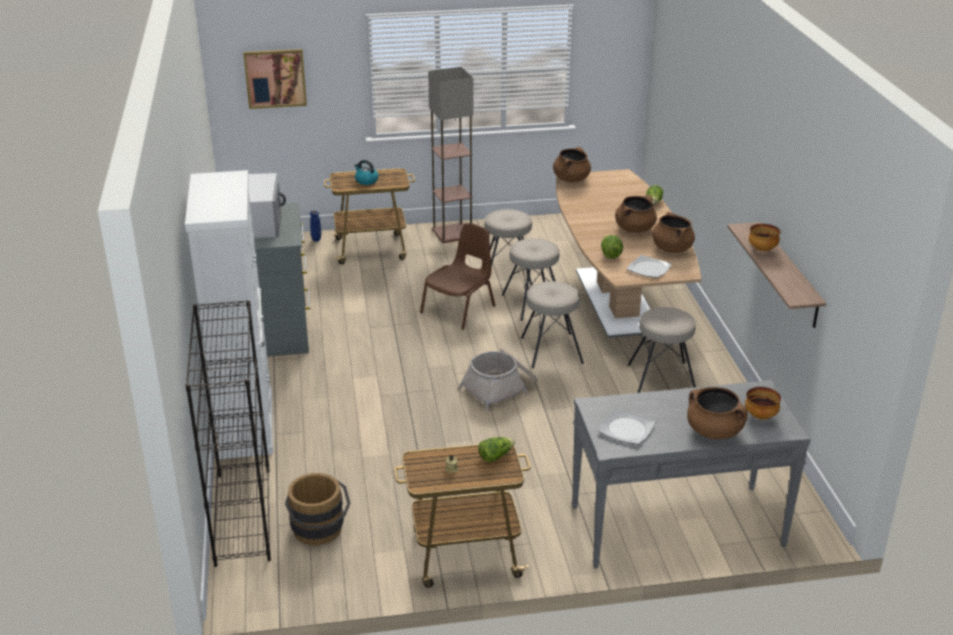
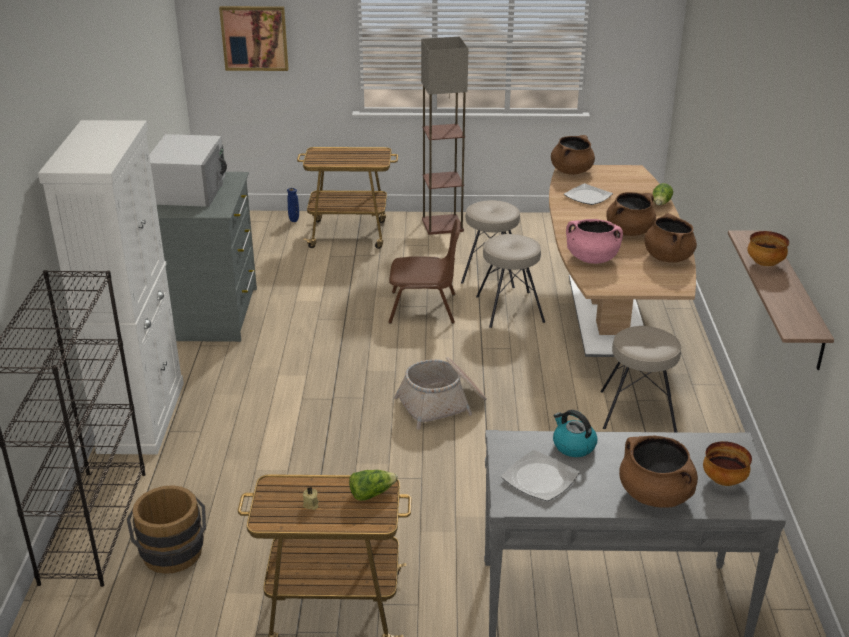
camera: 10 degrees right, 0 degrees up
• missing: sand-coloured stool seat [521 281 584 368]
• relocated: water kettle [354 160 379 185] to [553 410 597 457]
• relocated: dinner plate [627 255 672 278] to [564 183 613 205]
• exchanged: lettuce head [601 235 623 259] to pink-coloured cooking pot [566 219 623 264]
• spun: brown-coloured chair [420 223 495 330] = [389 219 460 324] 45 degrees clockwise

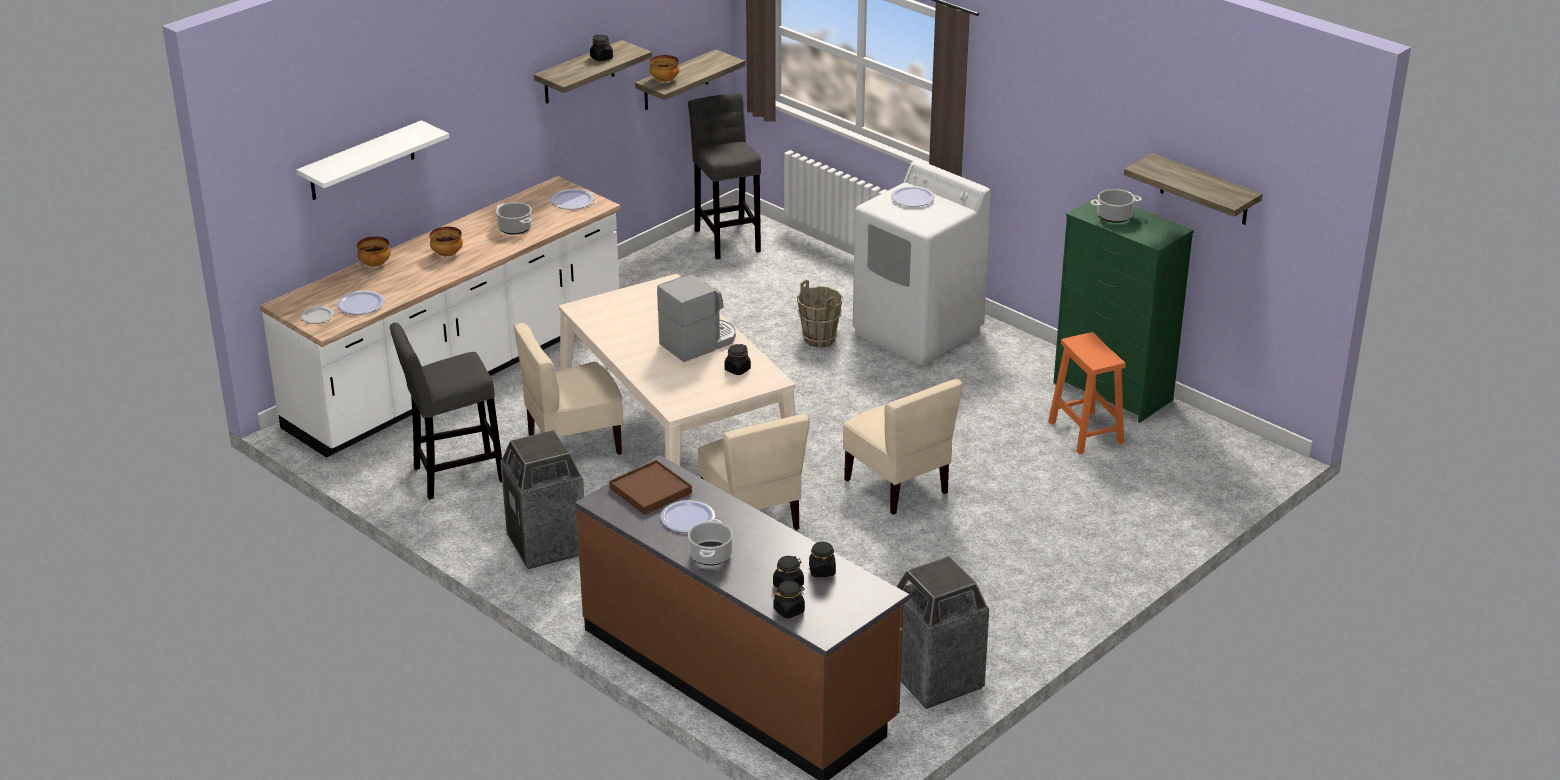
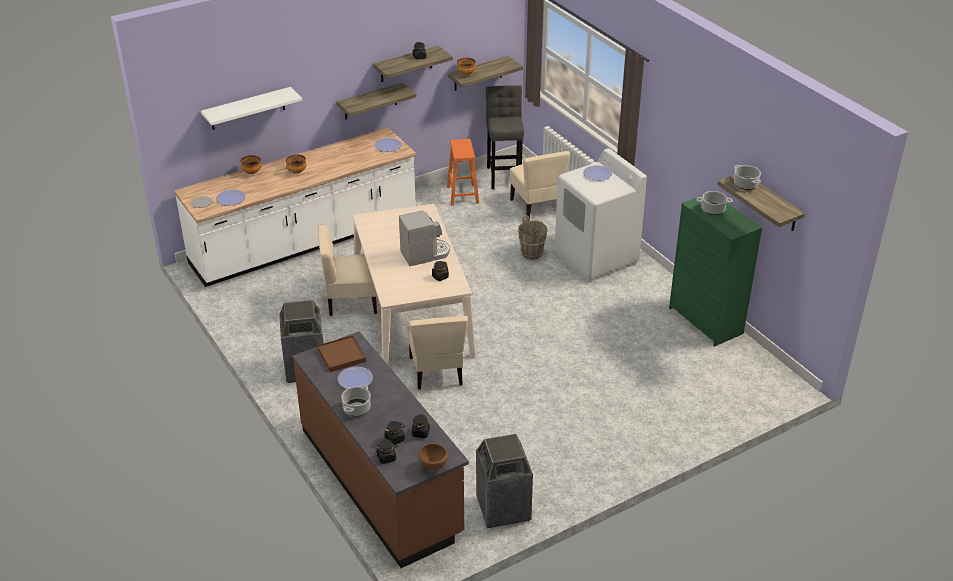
camera: 15 degrees right, 5 degrees up
• missing: greyish stool seat [390 323 502 500]
• appeared: wall shelf [336 83 417 119]
• appeared: brown-coloured deep dish [419 444 448 470]
• relocated: cooking pot [496 202 532 235] to [734 165 761 190]
• relocated: sand-coloured chair [843 379 963 515] to [510 151 570 219]
• relocated: orange stool seat [1048 332 1126 454] to [447 139 479 205]

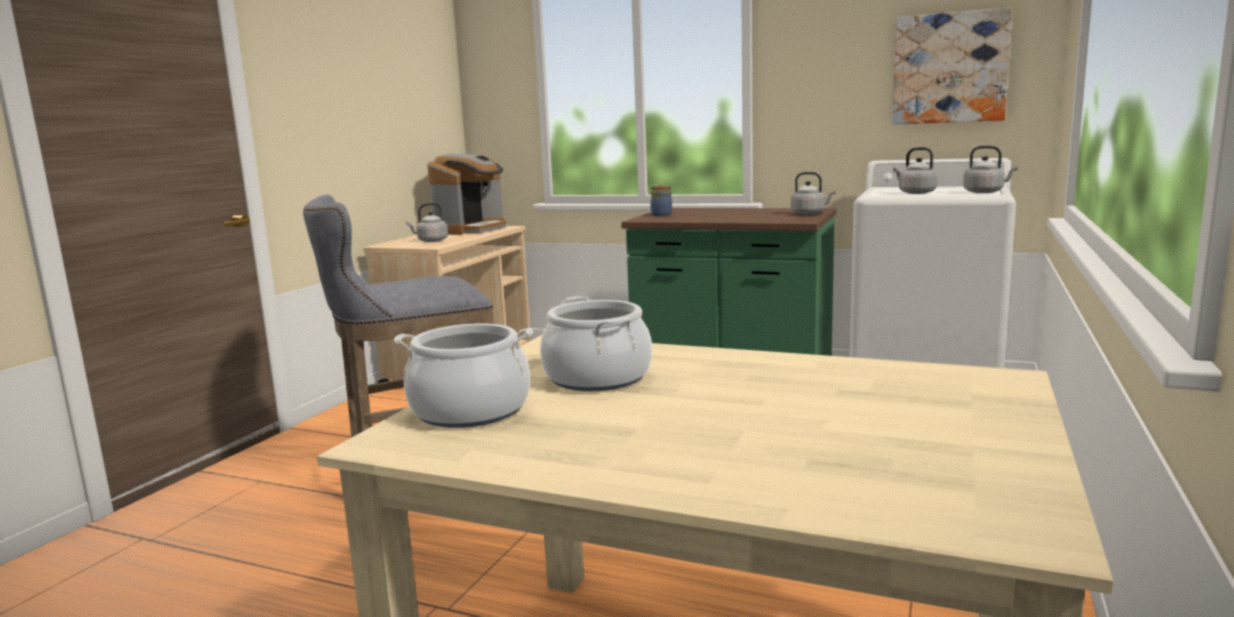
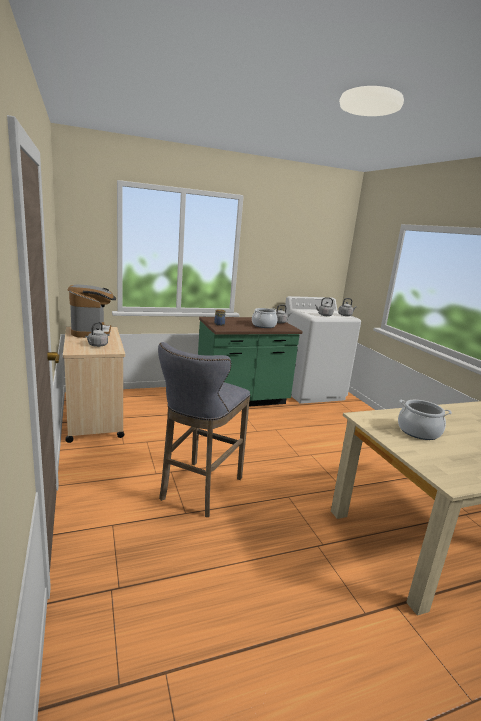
camera: 45 degrees left, 5 degrees up
• missing: wall picture [892 7 1012 124]
• relocated: cooking pot [394 323 533 428] to [252 308 277 328]

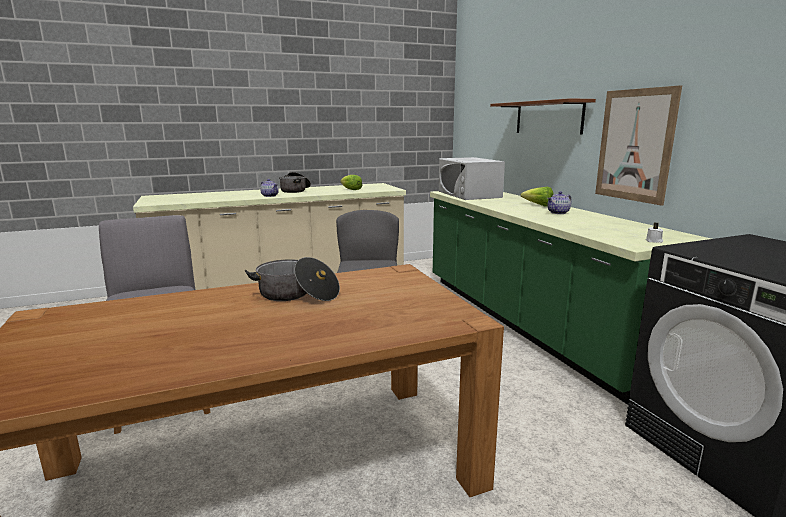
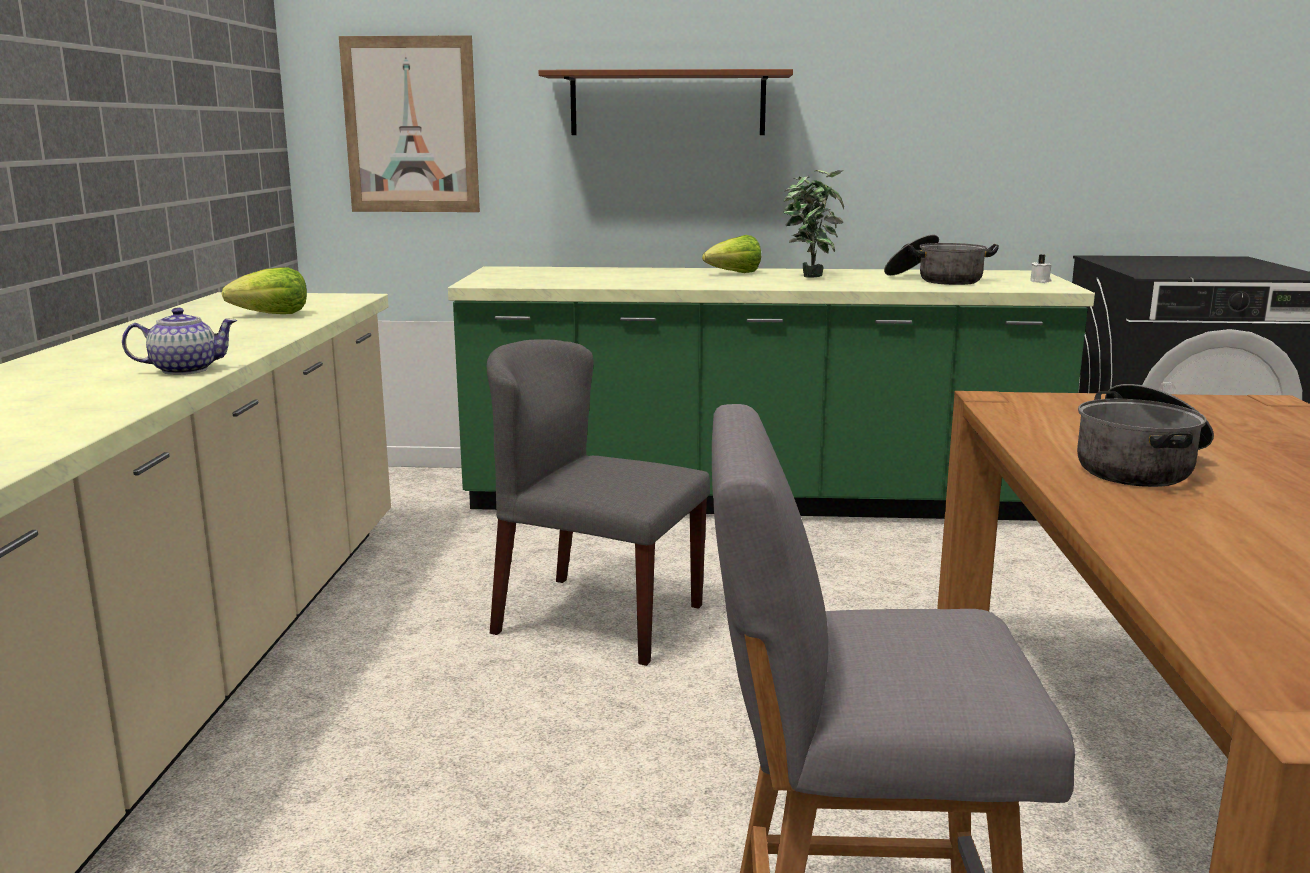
camera: 65 degrees left, 0 degrees up
• missing: white-coloured microwave [439 157 505 200]
• relocated: cooking pot [279 172 311 193] to [884 235 999 285]
• relocated: wall picture [595 85 682 206] to [339 35 480 212]
• exchanged: teapot [547 191 572 214] to potted plant [783 170 844 278]

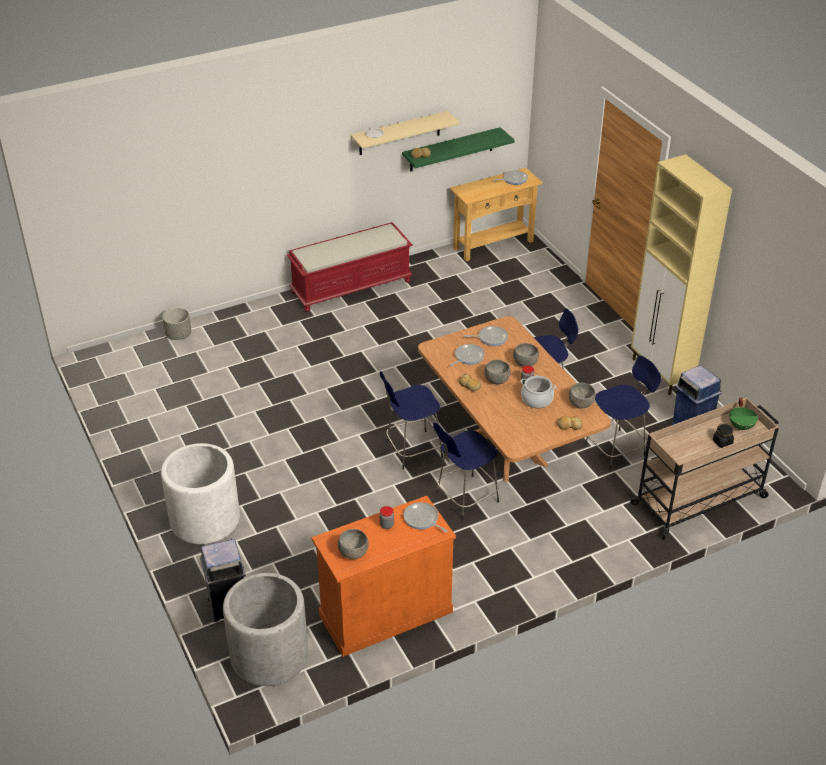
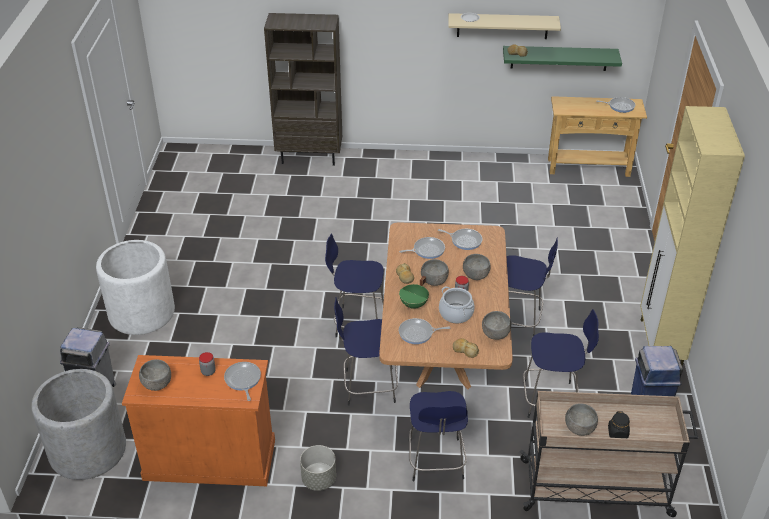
camera: 30 degrees right, 0 degrees up
• missing: red bench [287 222 413 312]
• appeared: brown-coloured shelving unit [264 13 342 166]
• appeared: skillet [399 318 450 344]
• appeared: bluish stool seat [409 391 468 482]
• appeared: greyish deep dish [565 403 598 436]
• relocated: greyish plant pot [163 308 192 340] to [300 445 336 491]
• relocated: greenish cooking pot [729 398 758 431] to [399 276 429 309]

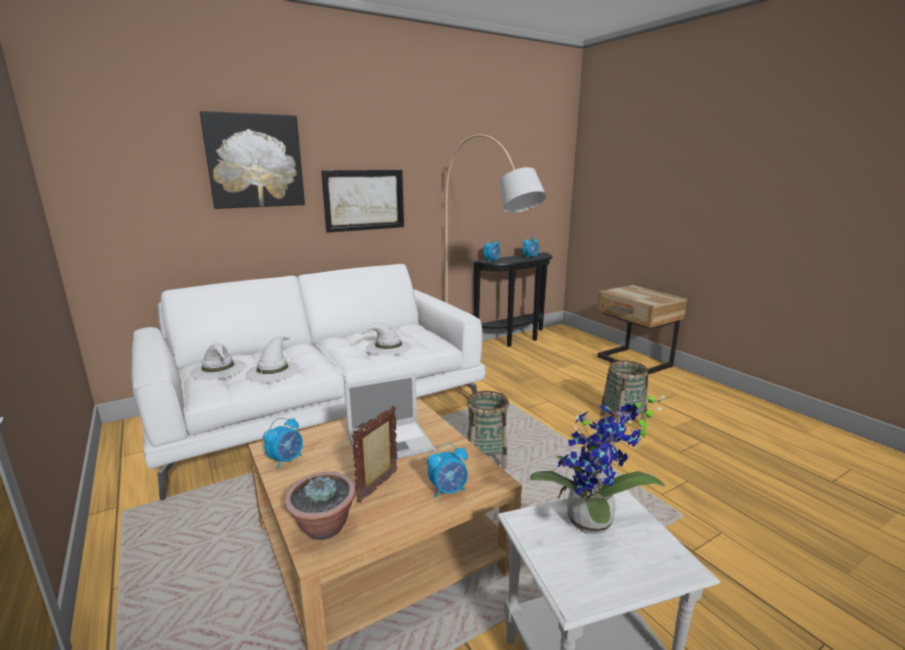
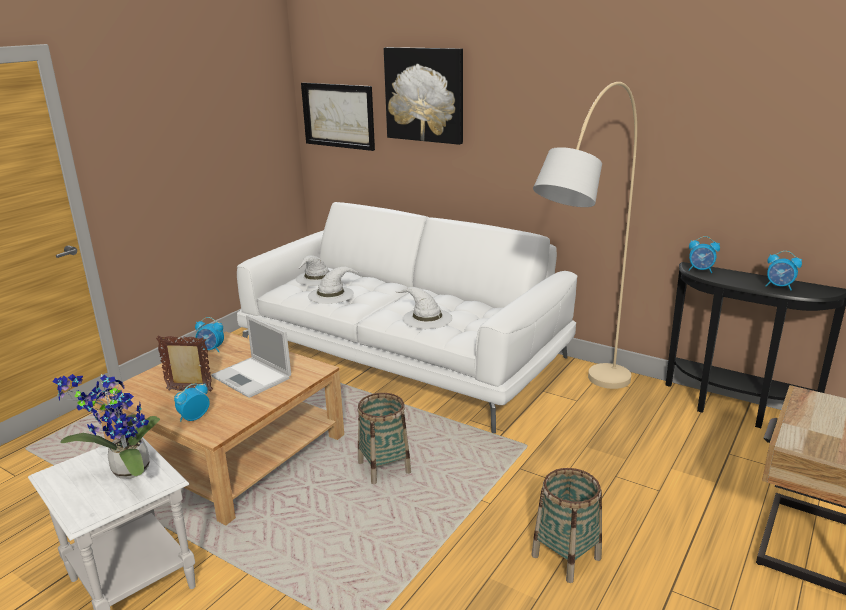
camera: 65 degrees right, 5 degrees up
• missing: potted plant [285 472 356 540]
• relocated: wall picture [321 170 404 233] to [301 83 375 151]
• spun: alarm clock [427 443 468 498] = [174 383 210 421] 90 degrees clockwise

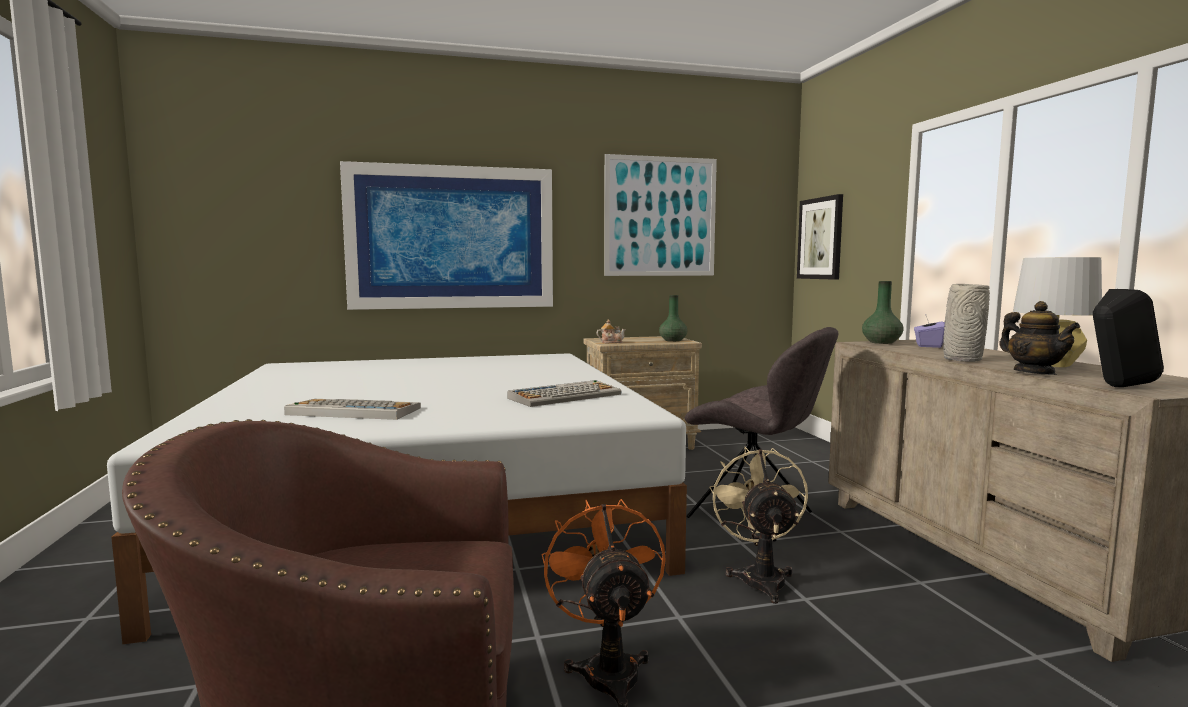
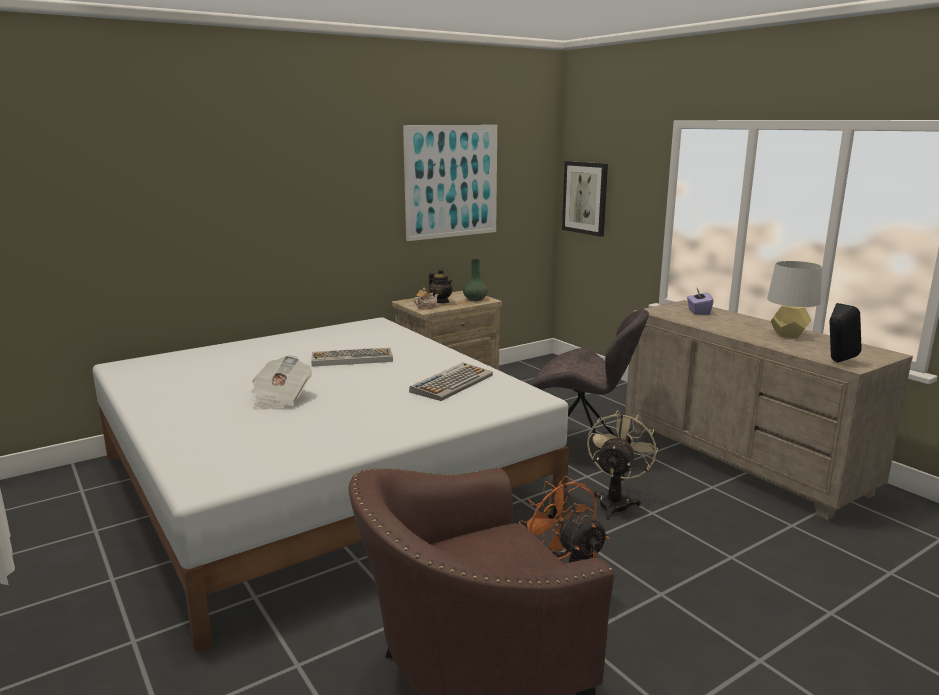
camera: 20 degrees left, 10 degrees up
• missing: wall picture [340 161 553 310]
• missing: greenish flower vase [862 281 903 344]
• missing: greyish flower vase [943 284 990 362]
• appeared: printed paper [252 355 312 410]
• relocated: computer keyboard [284 399 421 420] to [311 348 393 366]
• relocated: teapot [999 301 1080 375] to [429 268 453 303]
• spun: sand-coloured fan [709 447 808 604] = [587 410 658 520] 45 degrees clockwise

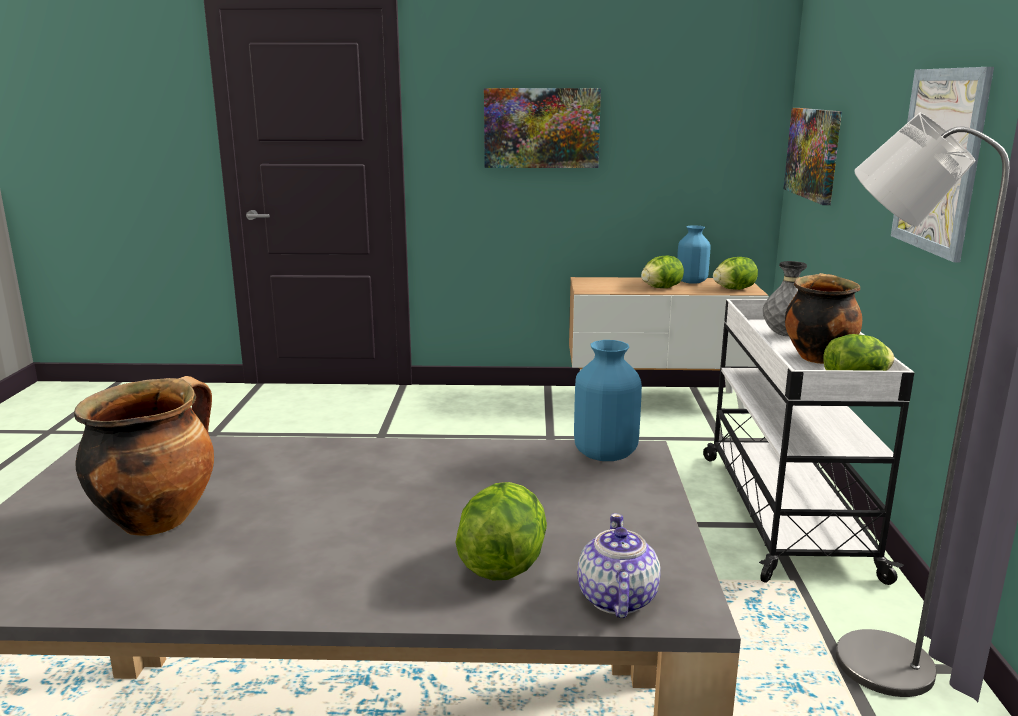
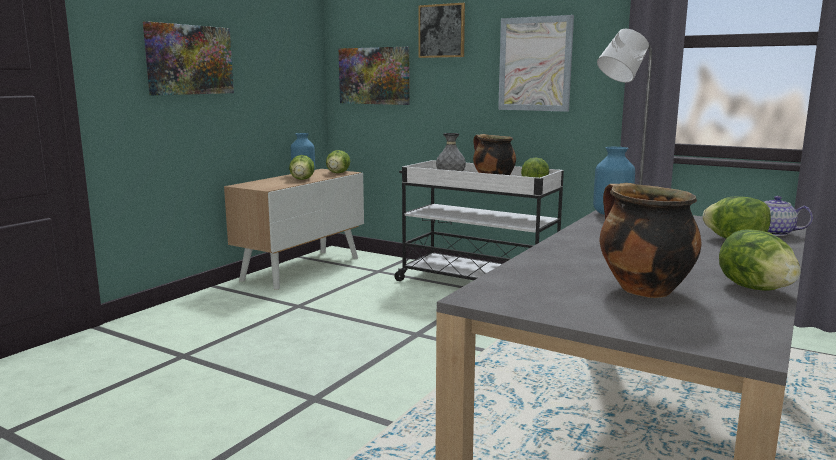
camera: 60 degrees left, 5 degrees down
• appeared: wall picture [418 3 465 58]
• appeared: lettuce head [719 230 800 291]

